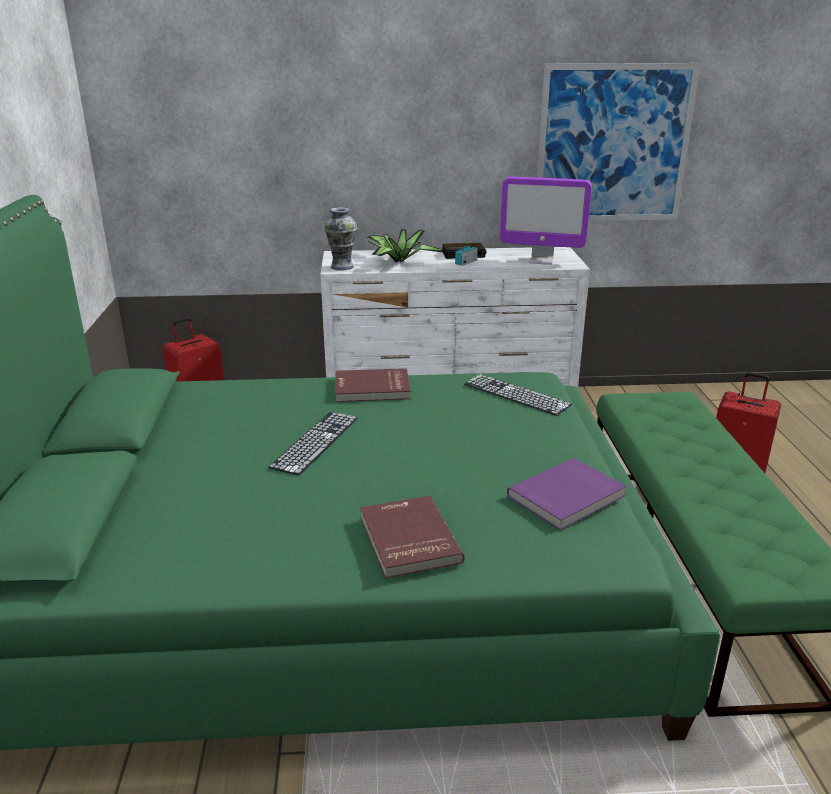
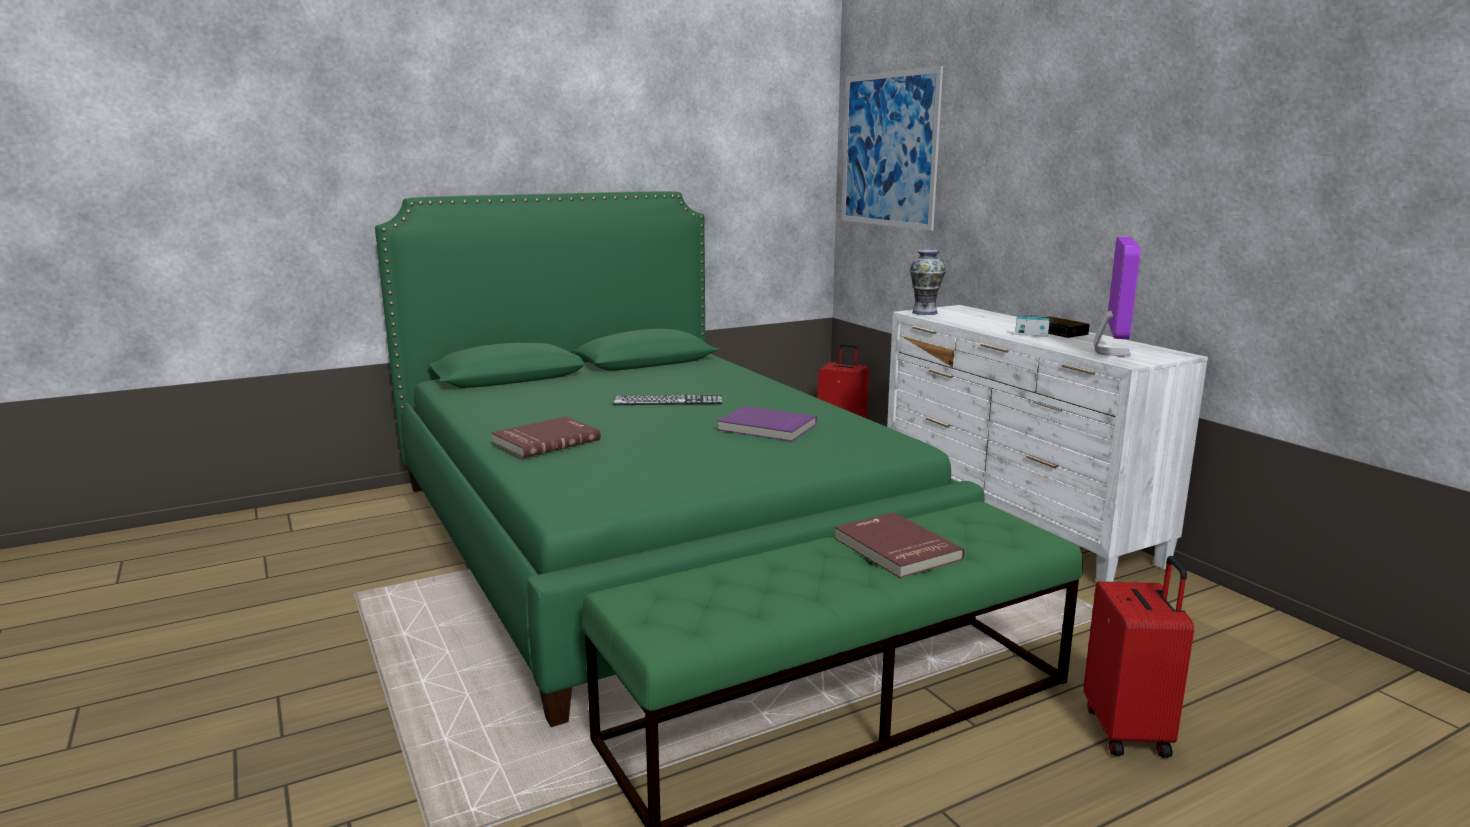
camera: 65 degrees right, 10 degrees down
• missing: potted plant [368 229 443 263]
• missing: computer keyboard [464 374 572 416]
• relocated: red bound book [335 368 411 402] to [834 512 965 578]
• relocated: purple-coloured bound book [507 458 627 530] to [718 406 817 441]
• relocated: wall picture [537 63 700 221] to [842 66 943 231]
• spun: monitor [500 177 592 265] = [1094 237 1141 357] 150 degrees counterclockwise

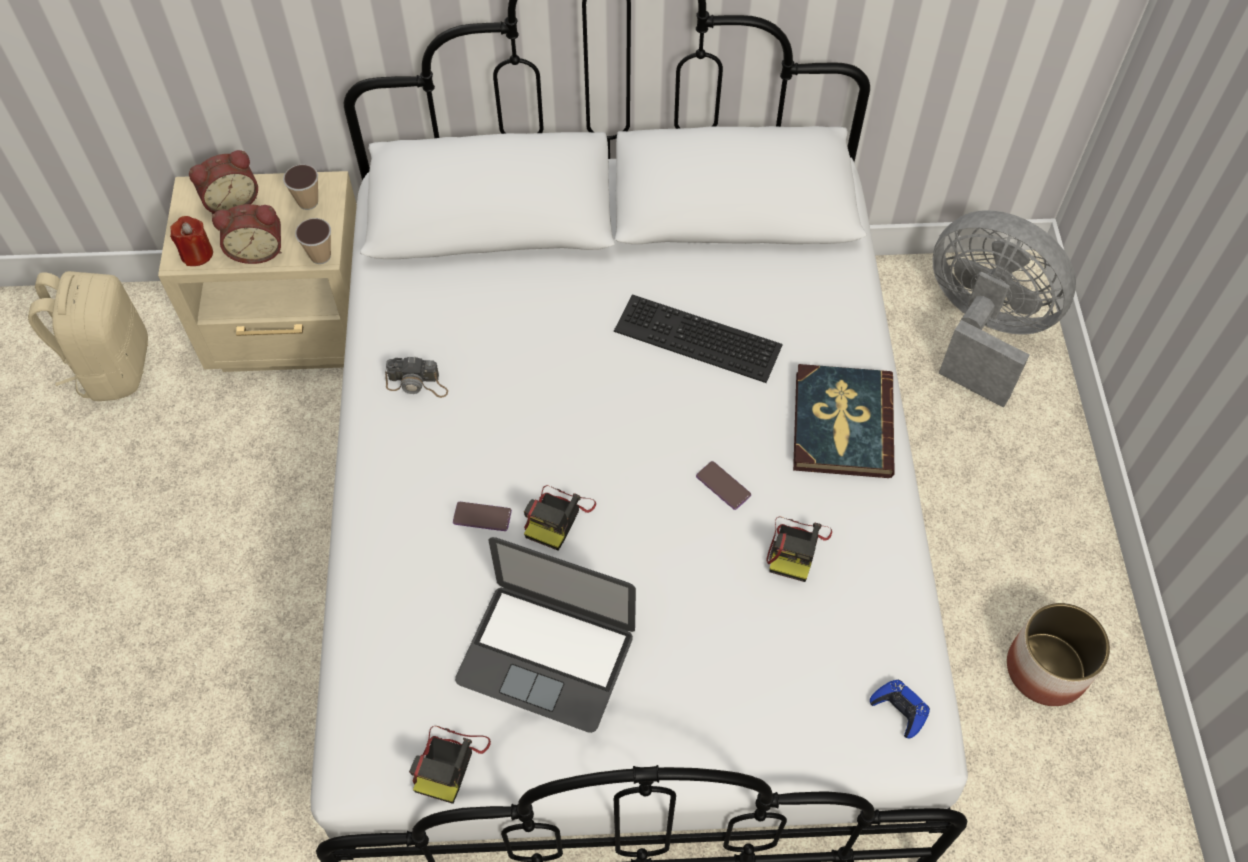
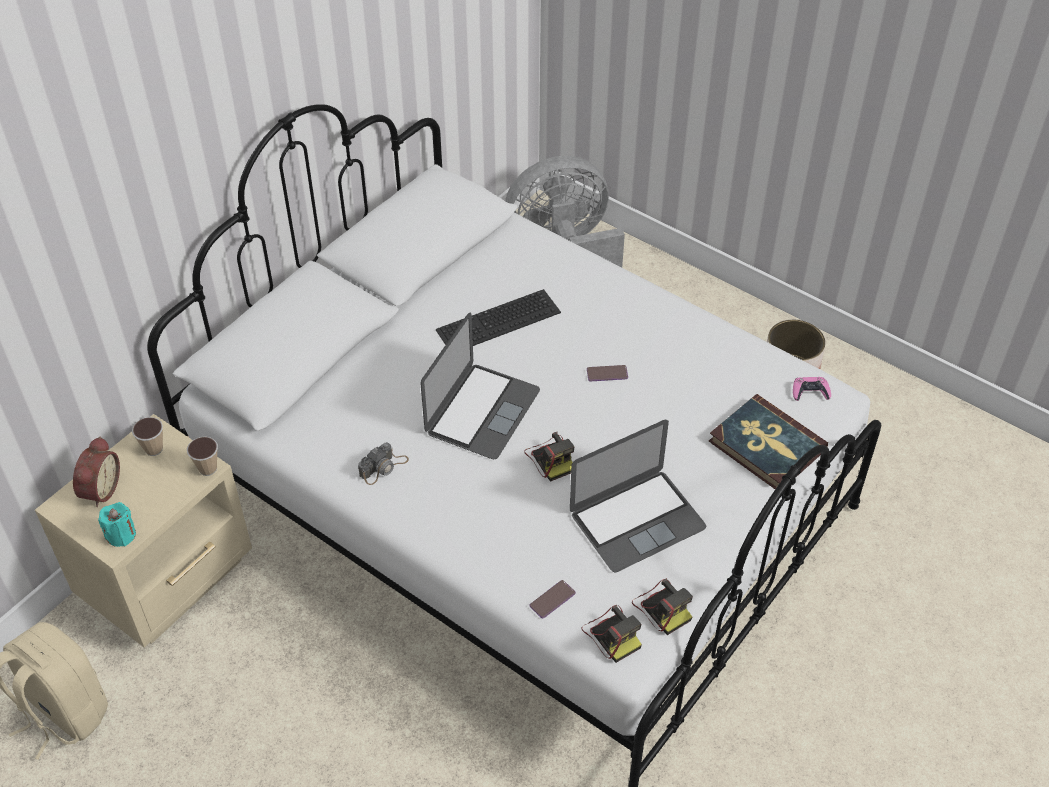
camera: 50 degrees left, 10 degrees down
• missing: alarm clock [212 204 282 264]
• appeared: laptop [421 313 540 459]
• relocated: phone [453 502 512 531] to [529 580 576 619]
• relocated: photo camera [766 517 832 582] to [581 605 642 663]
• relocated: bound book [793 364 895 478] to [709 394 828 489]
• colour: red wax candle [170 216 213 266] to turquoise wax candle [98 502 136 547]
• colour: bluish joypad [870 680 930 738] to pink-coloured joypad [793 377 831 401]

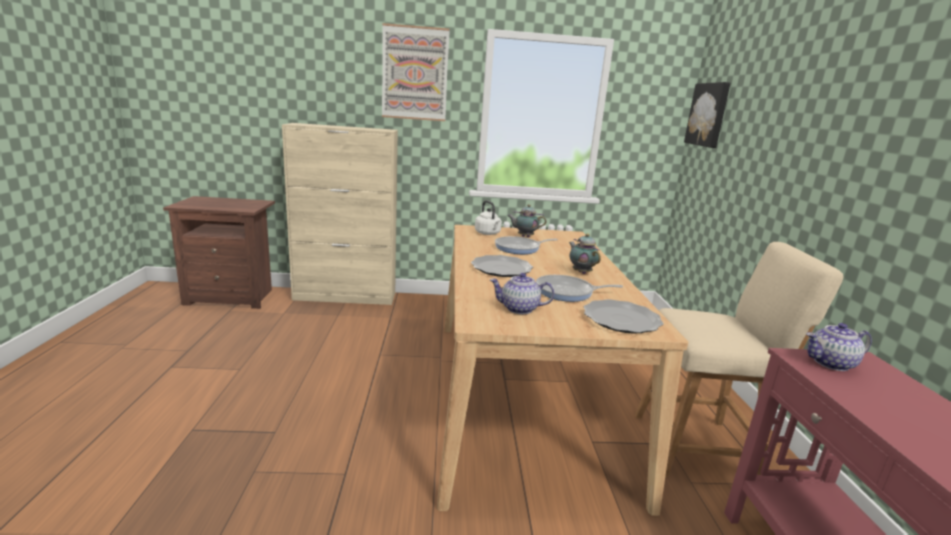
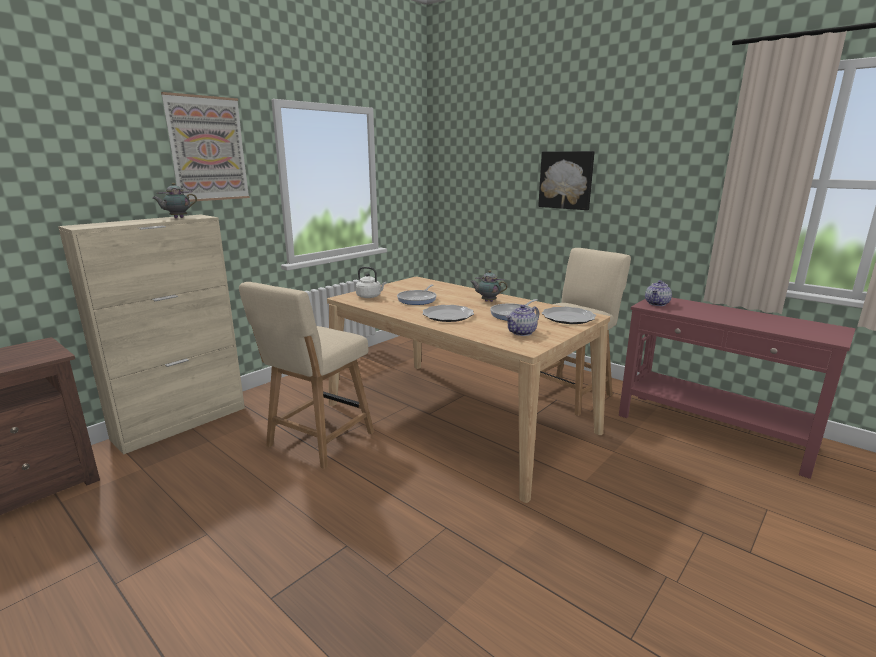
camera: 45 degrees left, 0 degrees up
• appeared: sand-coloured chair [239 282 374 469]
• relocated: teapot [507 204 546 237] to [153 183 197 218]
• relocated: wall picture [684 82 730 148] to [538 151 595 210]

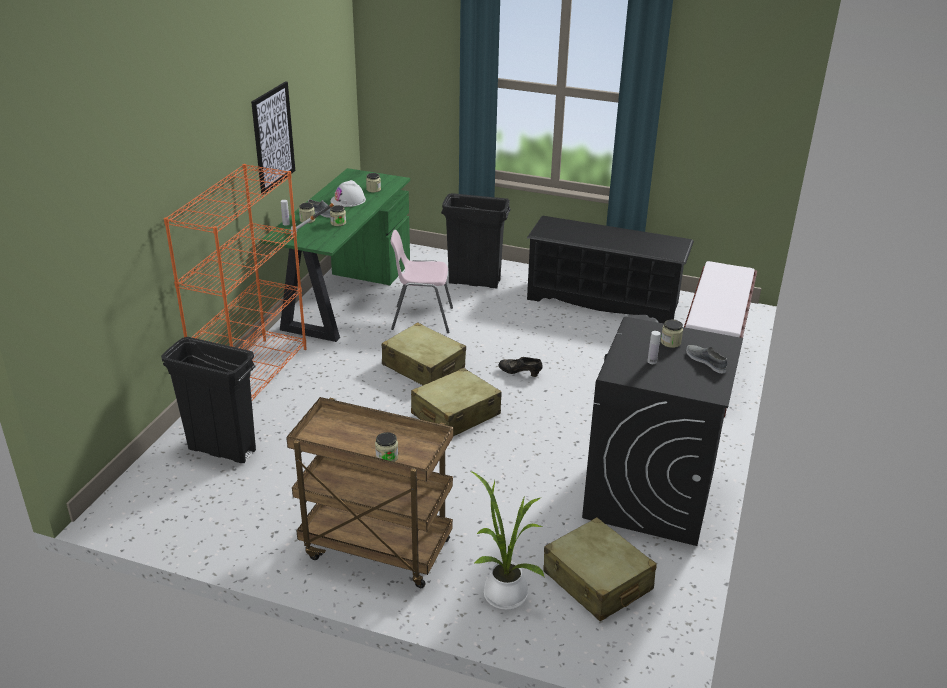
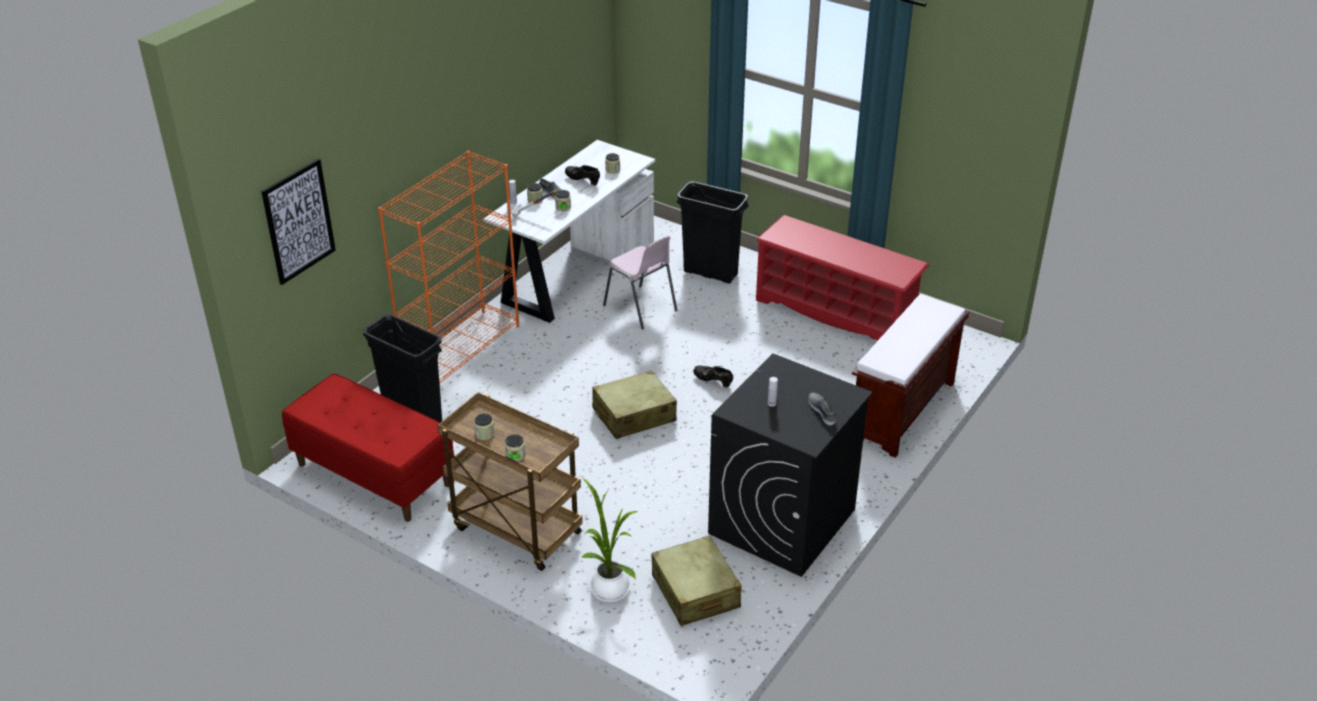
camera: 15 degrees right, 5 degrees up
• missing: sand-coloured piece of luggage [382 322 466 385]
• appeared: red bench [282 374 454 522]
• relocated: wall picture [251 81 295 195] to [261 158 336 285]
• relocated: storage jar [661 320 683 348] to [474 413 494 440]
• exchanged: white-coloured hard hat [331 180 366 207] to black-coloured item of footwear [565 165 600 185]
• colour: greenish desk [260 168 410 342] to white-coloured desk [483 140 655 323]
• colour: black-coloured shoe shelf [527 216 694 323] to red shoe shelf [756 215 929 341]
• spun: pink-coloured chair [390 230 453 333] = [603 236 677 329] 150 degrees counterclockwise

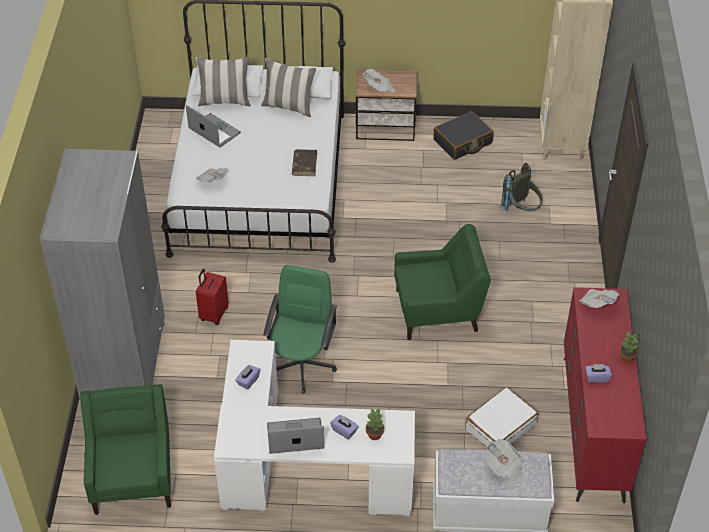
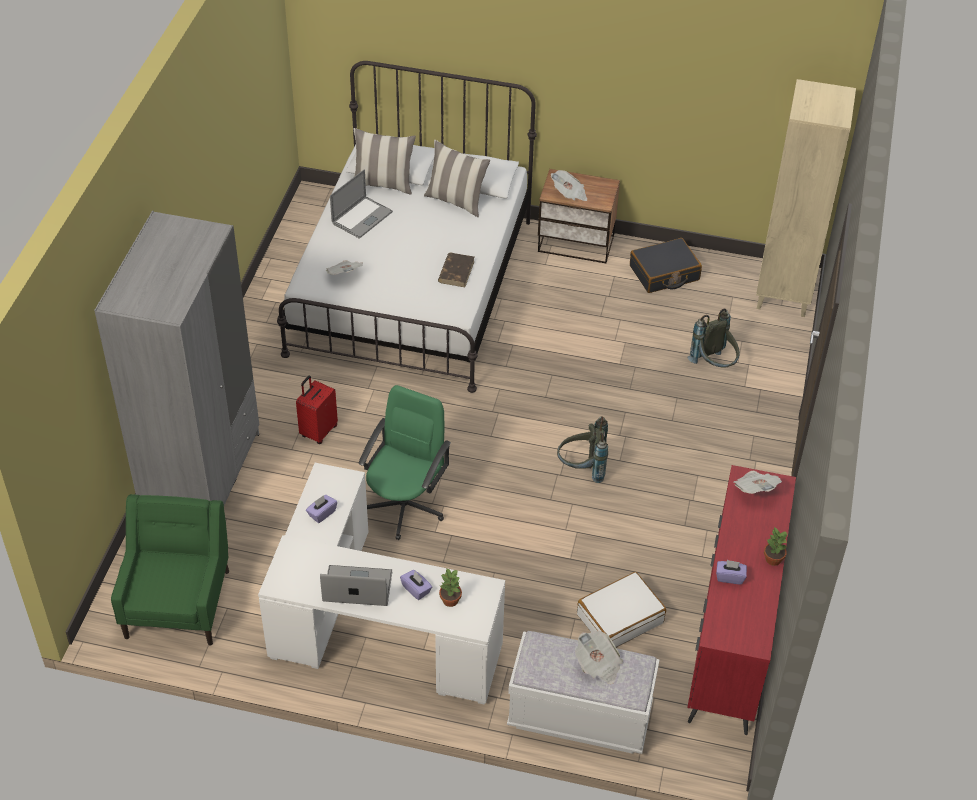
camera: 10 degrees right, 0 degrees up
• exchanged: greenish lounge chair [394 224 491 340] to greyish backpack [557 416 608 483]
• spun: laptop [186 105 241 147] = [330 169 393 239] 75 degrees clockwise

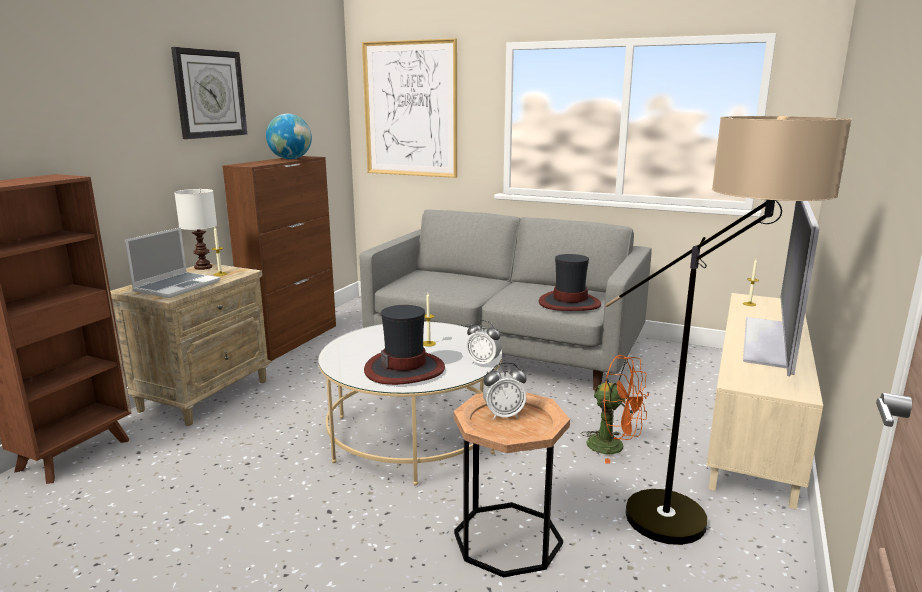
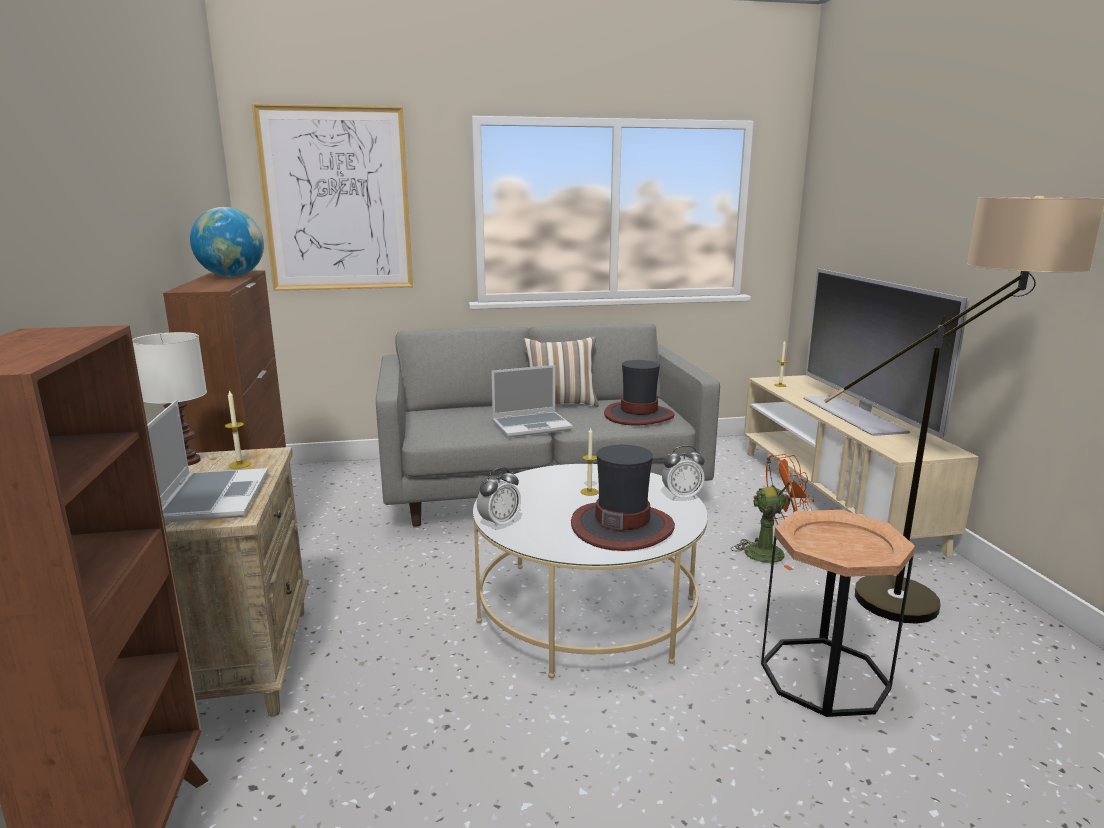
camera: 35 degrees left, 0 degrees up
• missing: clock on the wall [171 47 247 139]
• appeared: laptop [491 365 573 438]
• appeared: throw pillow [523 336 599 407]
• relocated: alarm clock [483 362 527 419] to [477 467 521 530]

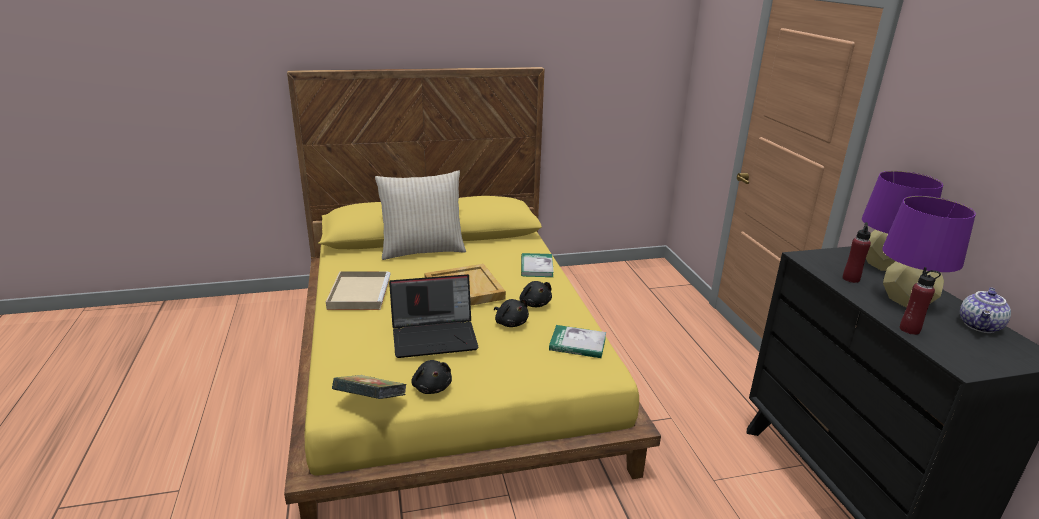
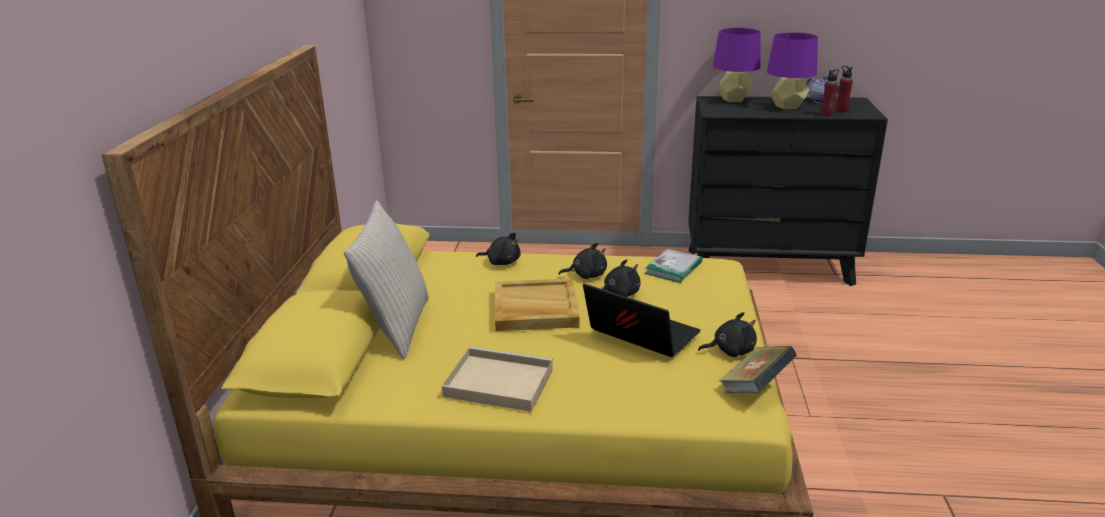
camera: 70 degrees left, 0 degrees up
• relocated: red bottle [843 222 871 283] to [836 66 853 113]
• exchanged: bound book [521 253 554 277] to black-coloured plush toy [476 233 521 265]
• spun: laptop [389 274 479 358] = [583 283 701 357] 60 degrees counterclockwise

